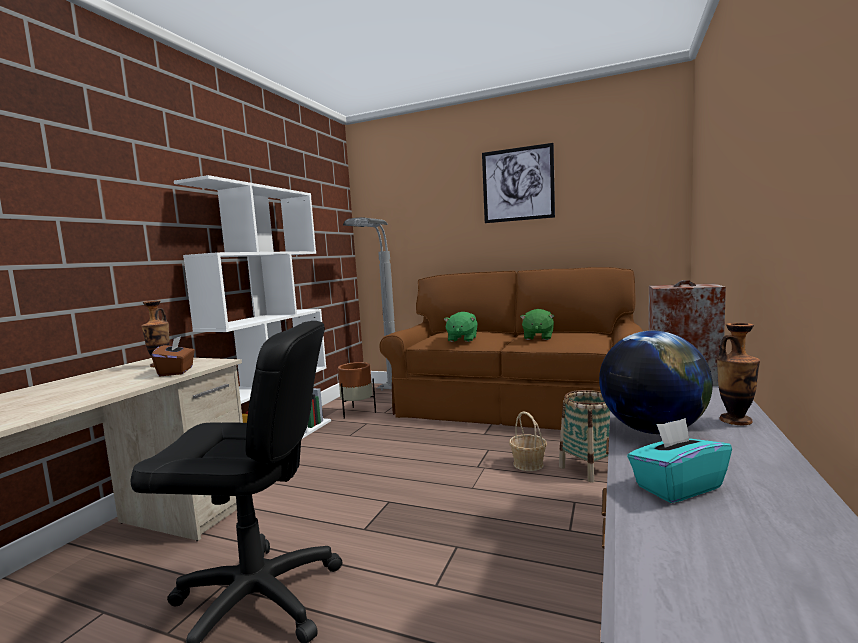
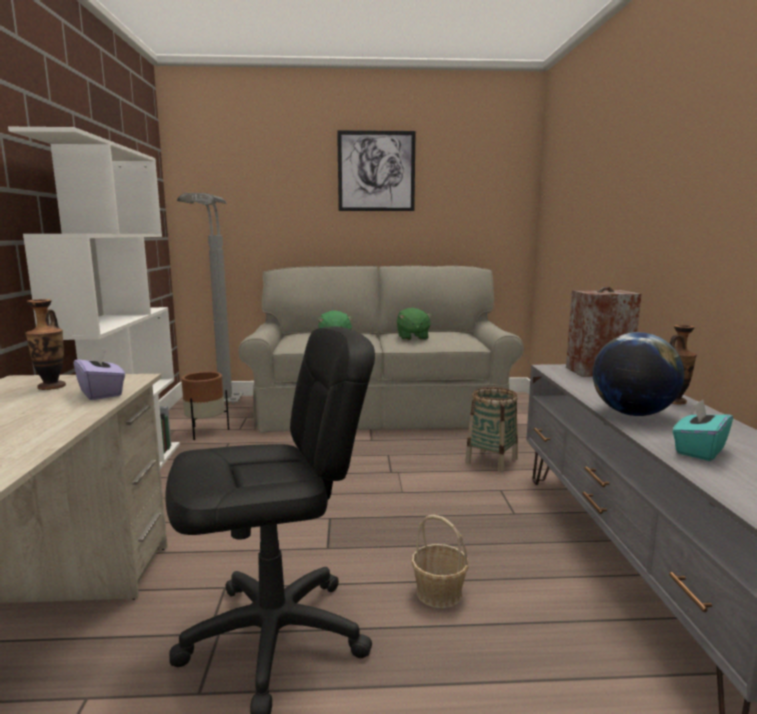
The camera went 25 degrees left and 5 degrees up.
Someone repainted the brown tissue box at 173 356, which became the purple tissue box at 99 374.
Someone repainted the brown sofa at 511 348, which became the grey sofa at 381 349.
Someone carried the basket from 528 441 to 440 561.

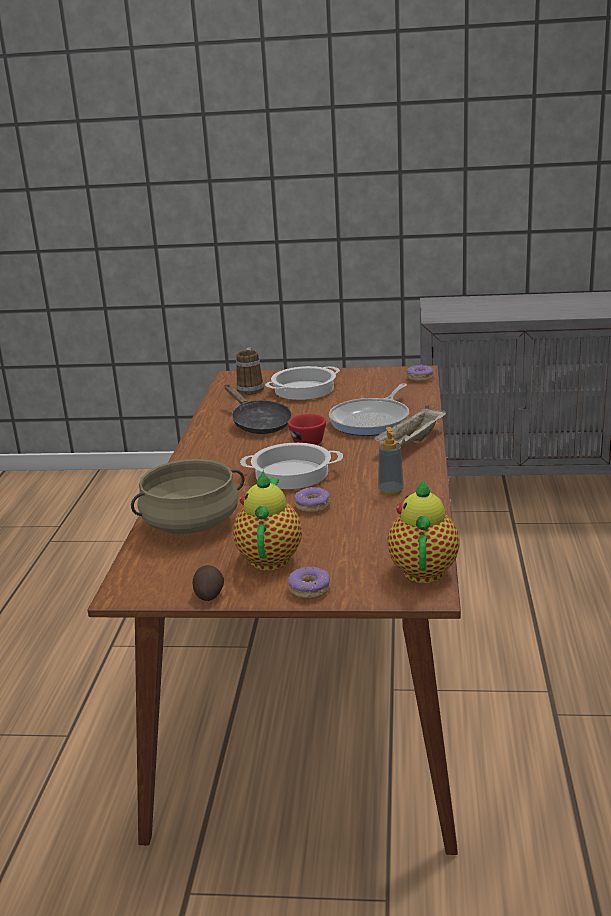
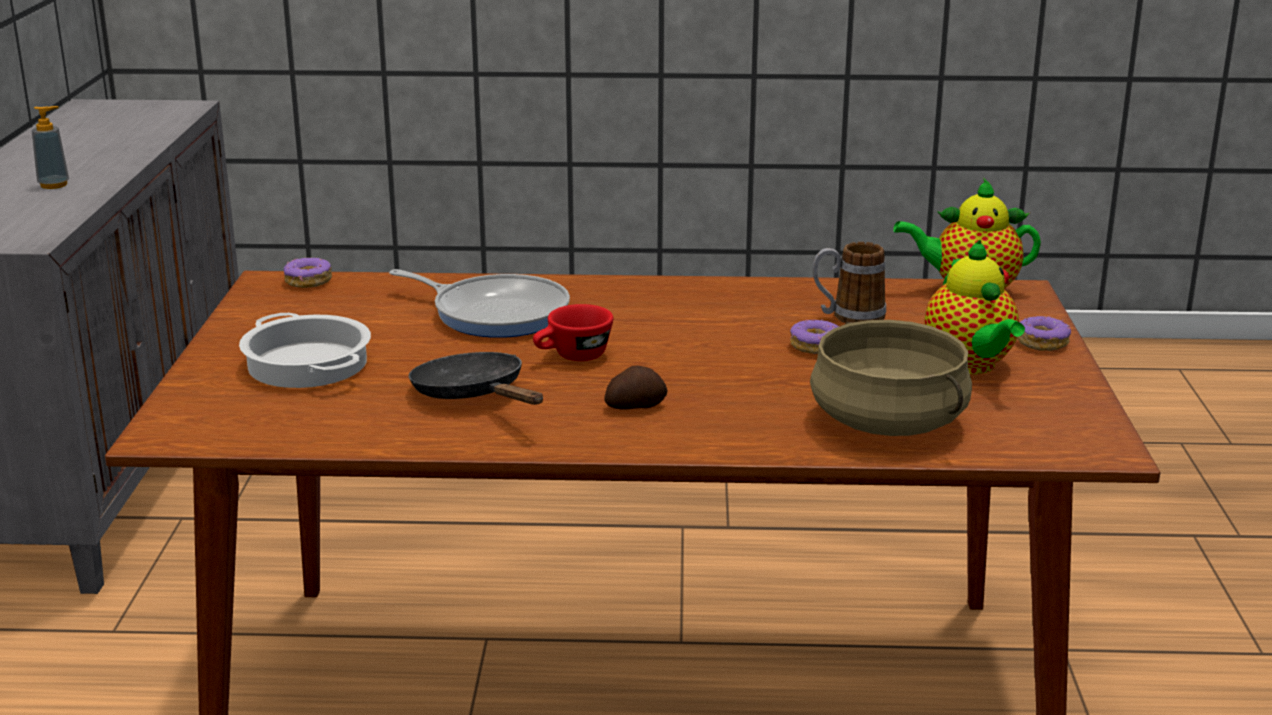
The camera went 95 degrees left and 0 degrees up.
Someone carried the soap dispenser from 391 461 to 50 147.
Someone rotated the black frying pan at 258 409 by 90 degrees counterclockwise.
Someone carried the potato from 208 583 to 636 387.
Someone carried the mug from 250 371 to 849 282.
Someone rotated the teapot at 267 520 by 105 degrees counterclockwise.
Someone took away the cooking pot at 291 466.
Someone took away the beige tray at 410 425.

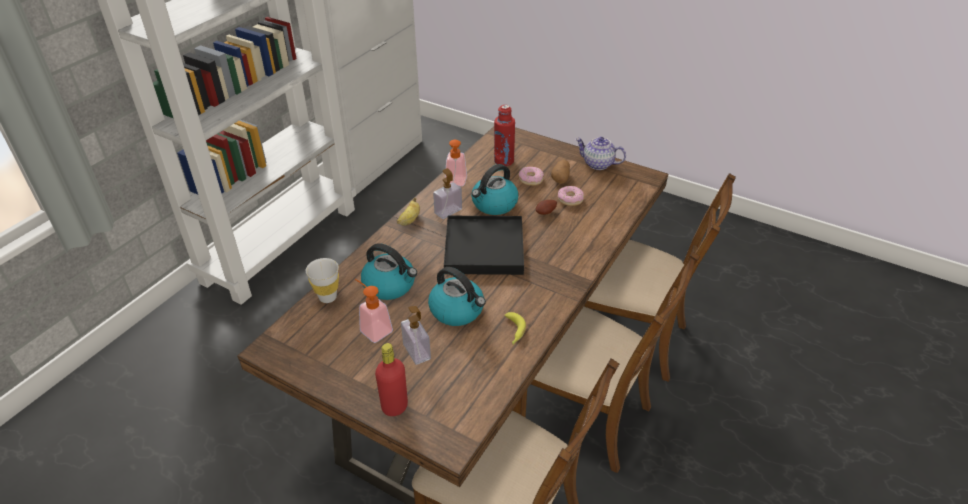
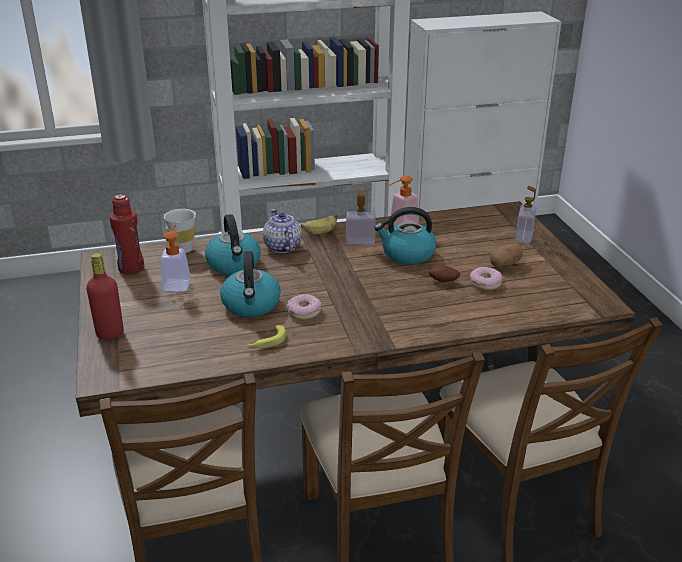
The camera went 45 degrees right and 10 degrees down.
Someone carried the red bottle from 504 135 to 126 234.
Someone carried the teapot from 600 153 to 282 231.
Someone carried the donut from 531 176 to 304 307.
Someone carried the soap dispenser from 416 335 to 525 215.
Someone took away the black tray at 484 245.

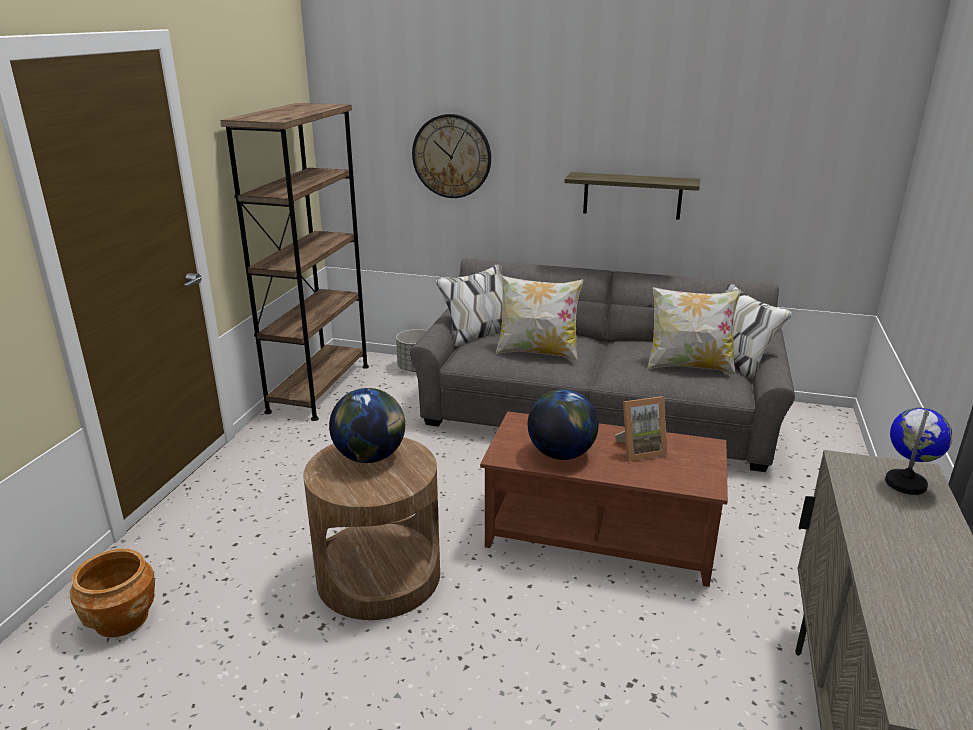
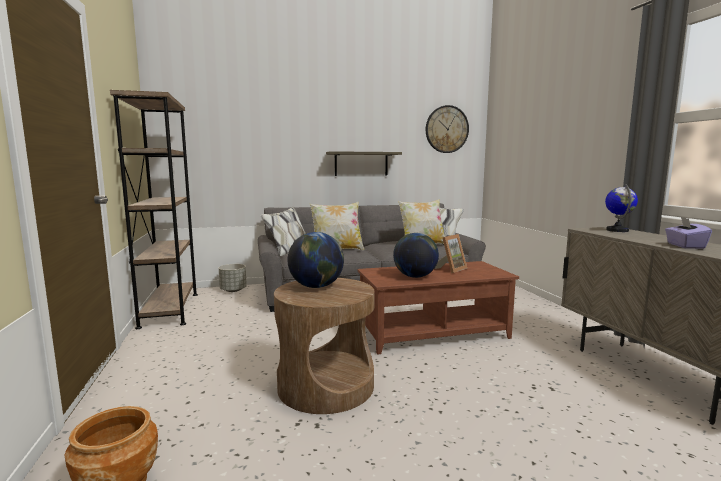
The camera went 30 degrees left and 15 degrees down.
Someone carried the wall clock from 451 156 to 447 129.
Someone put down the purple tissue box at 688 233.

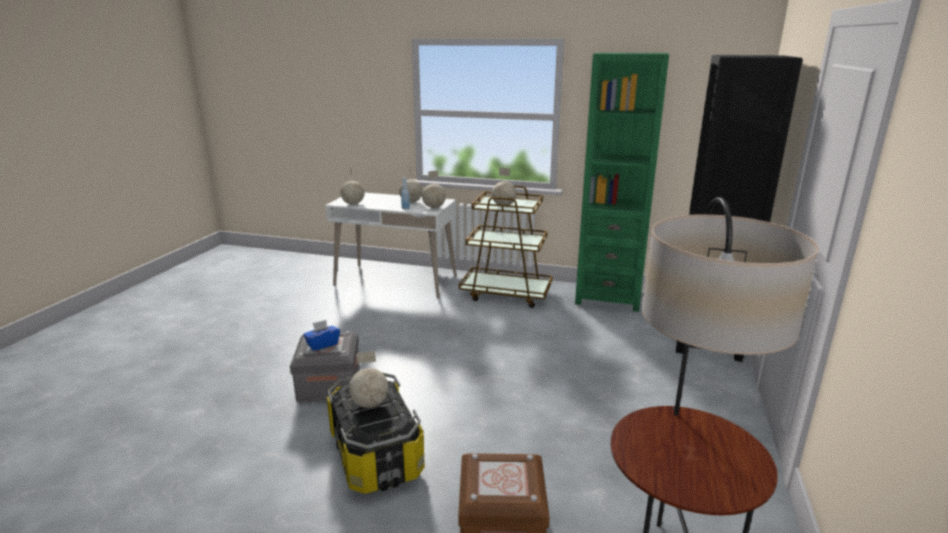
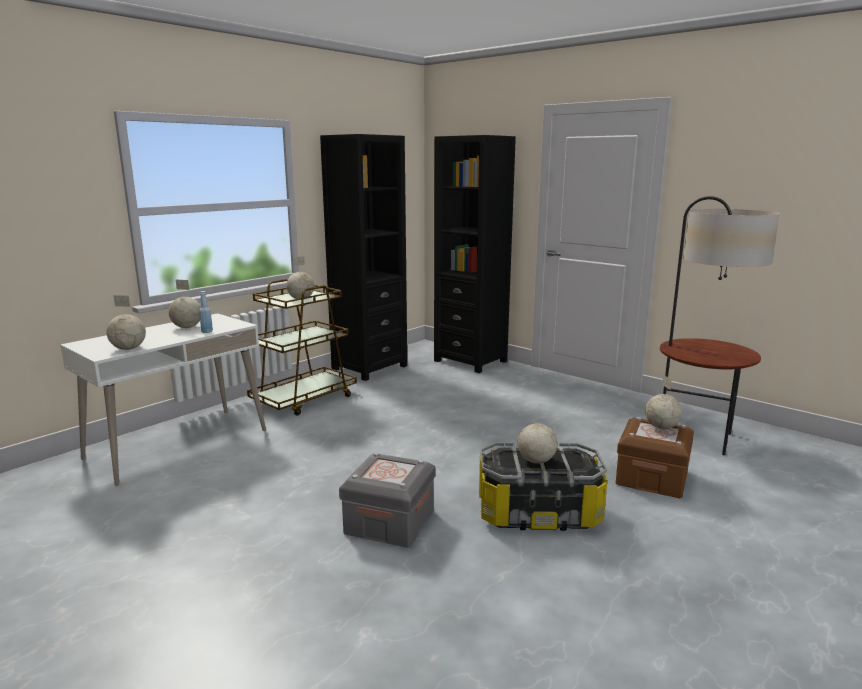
The camera went 65 degrees left and 5 degrees down.
Someone repainted the green bookcase at 622 182, which became the black bookcase at 363 257.
Someone carried the globe from 434 189 to 663 402.
Someone took away the blue tissue box at 321 335.

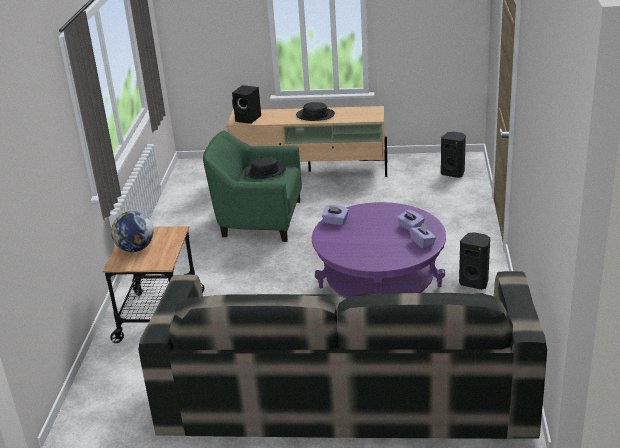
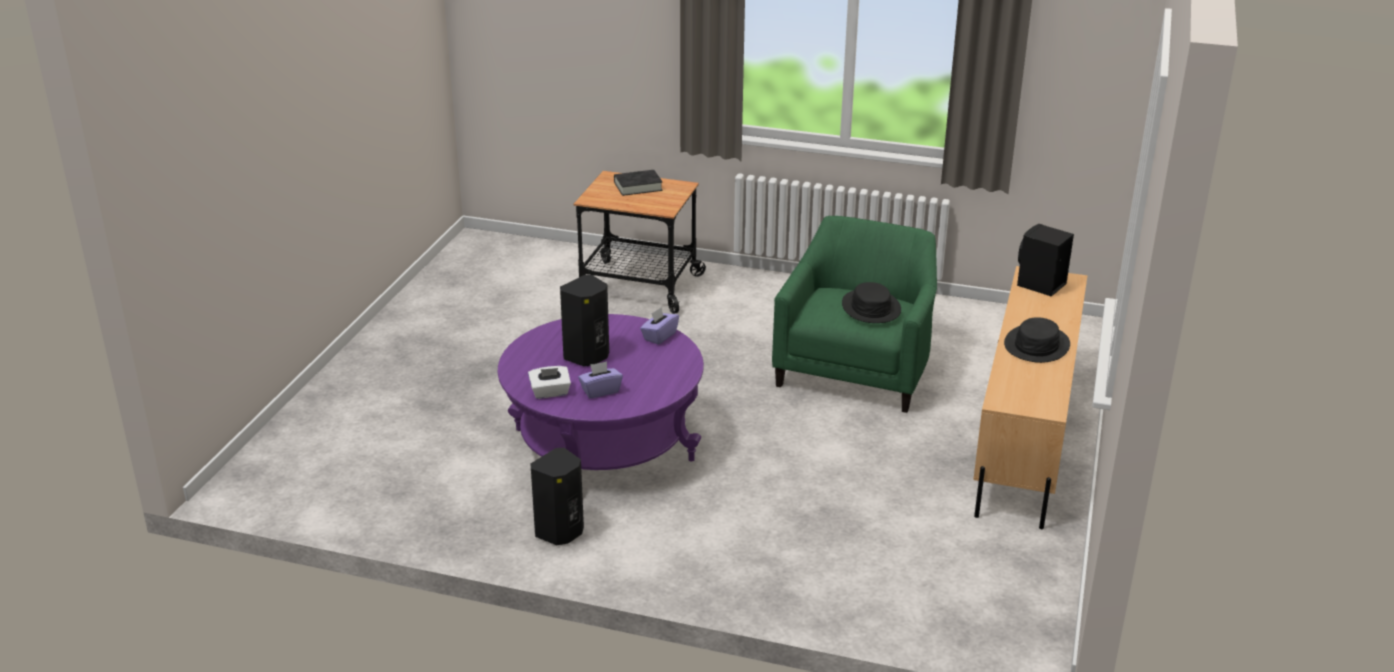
The camera went 100 degrees right and 0 degrees up.
Someone repainted the purple tissue box at 422 236, which became the white tissue box at 549 382.
Someone carried the black speaker from 453 155 to 584 320.
Someone swapped the globe at 132 231 for the black book at 638 183.
Someone took away the sofa at 342 355.

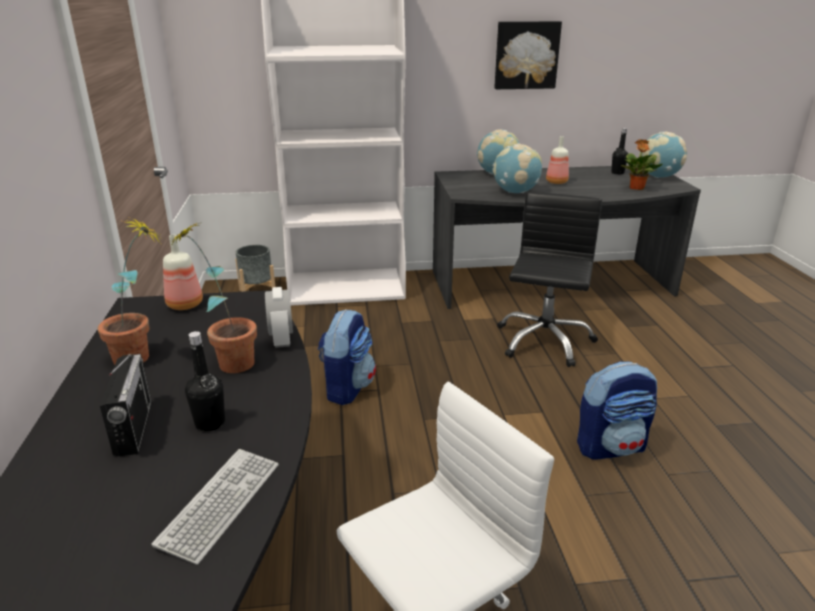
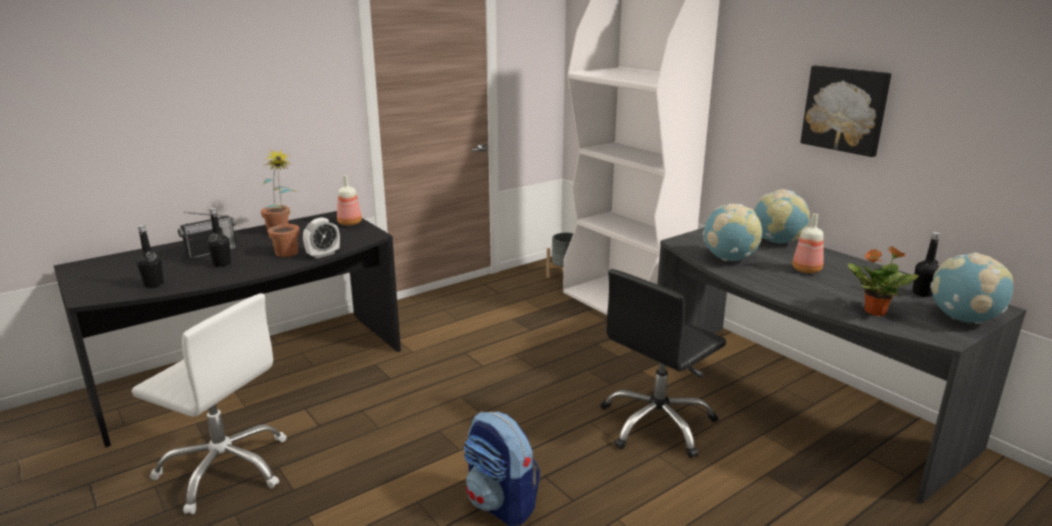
The camera went 60 degrees right and 5 degrees down.
Someone swapped the keyboard at 215 507 for the black bottle at 150 256.
Someone rotated the black office chair at 549 279 by 150 degrees clockwise.
Someone took away the backpack at 347 357.

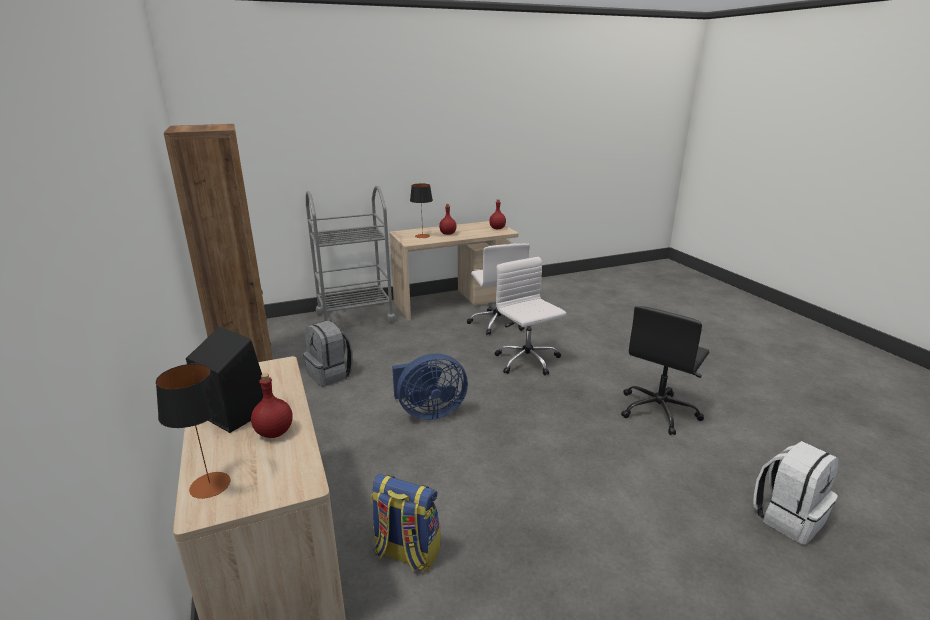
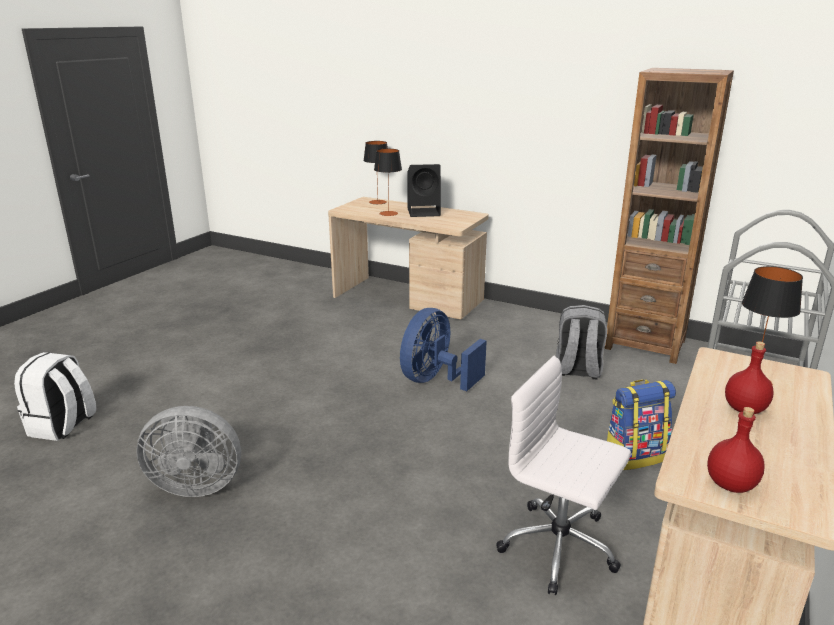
The camera went 140 degrees right and 0 degrees up.
Someone swapped the black office chair at 665 370 for the grey fan at 188 451.
Someone swapped the red bottle at 272 405 for the table lamp at 388 182.
Someone carried the backpack from 405 523 to 641 424.
Someone took away the white office chair at 530 316.

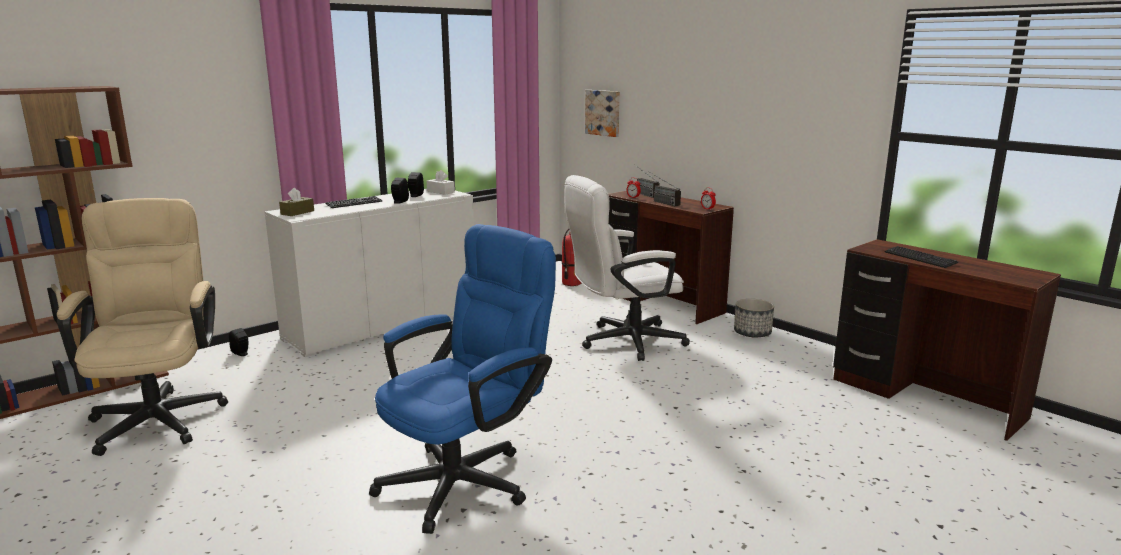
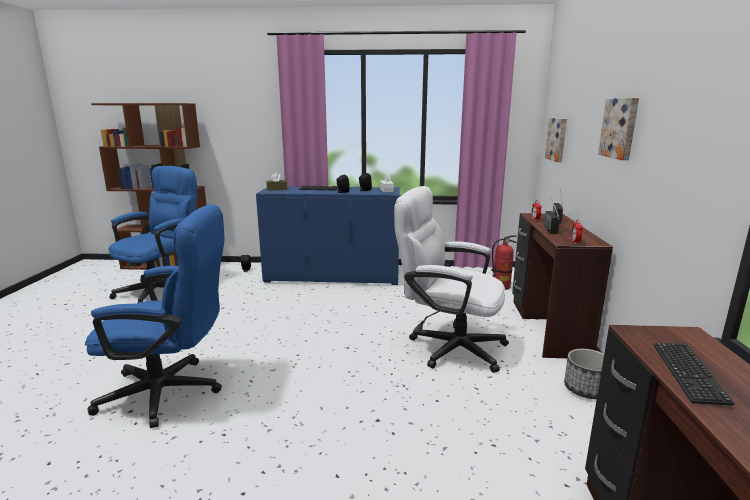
The camera went 45 degrees right and 0 degrees up.
Someone repainted the beige office chair at 142 327, which became the blue office chair at 152 234.
Someone repainted the white cabinet at 369 273, which became the blue cabinet at 328 235.
Someone put up the picture at 618 129.

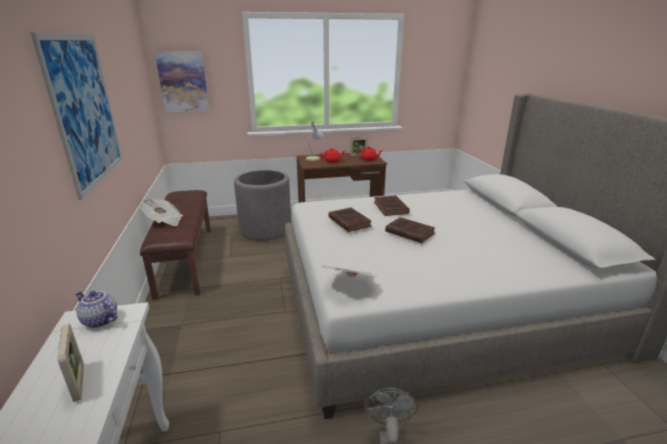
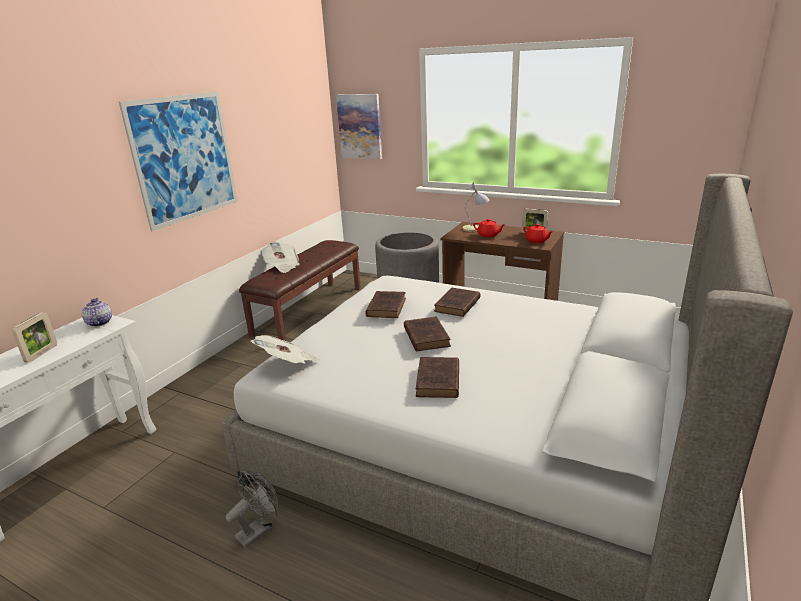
The camera went 40 degrees right and 0 degrees up.
Someone put down the brown book at 437 377.

